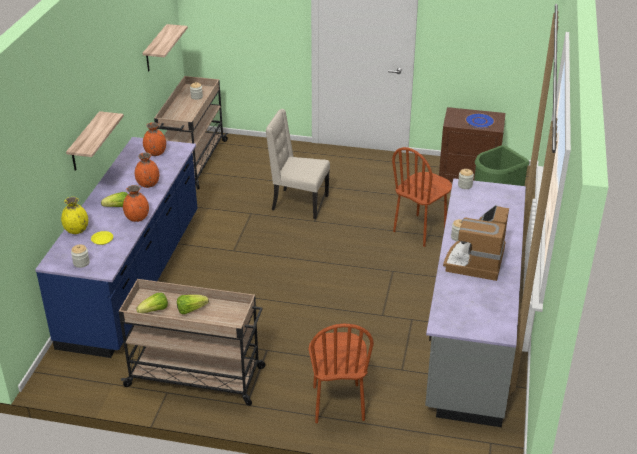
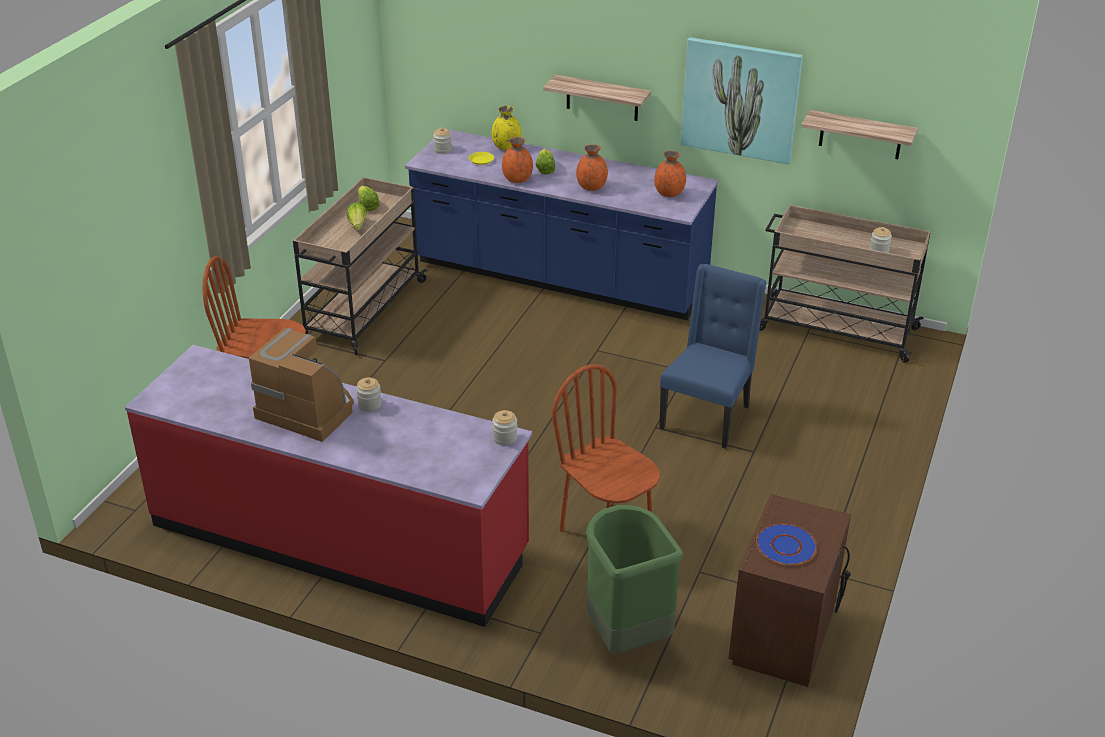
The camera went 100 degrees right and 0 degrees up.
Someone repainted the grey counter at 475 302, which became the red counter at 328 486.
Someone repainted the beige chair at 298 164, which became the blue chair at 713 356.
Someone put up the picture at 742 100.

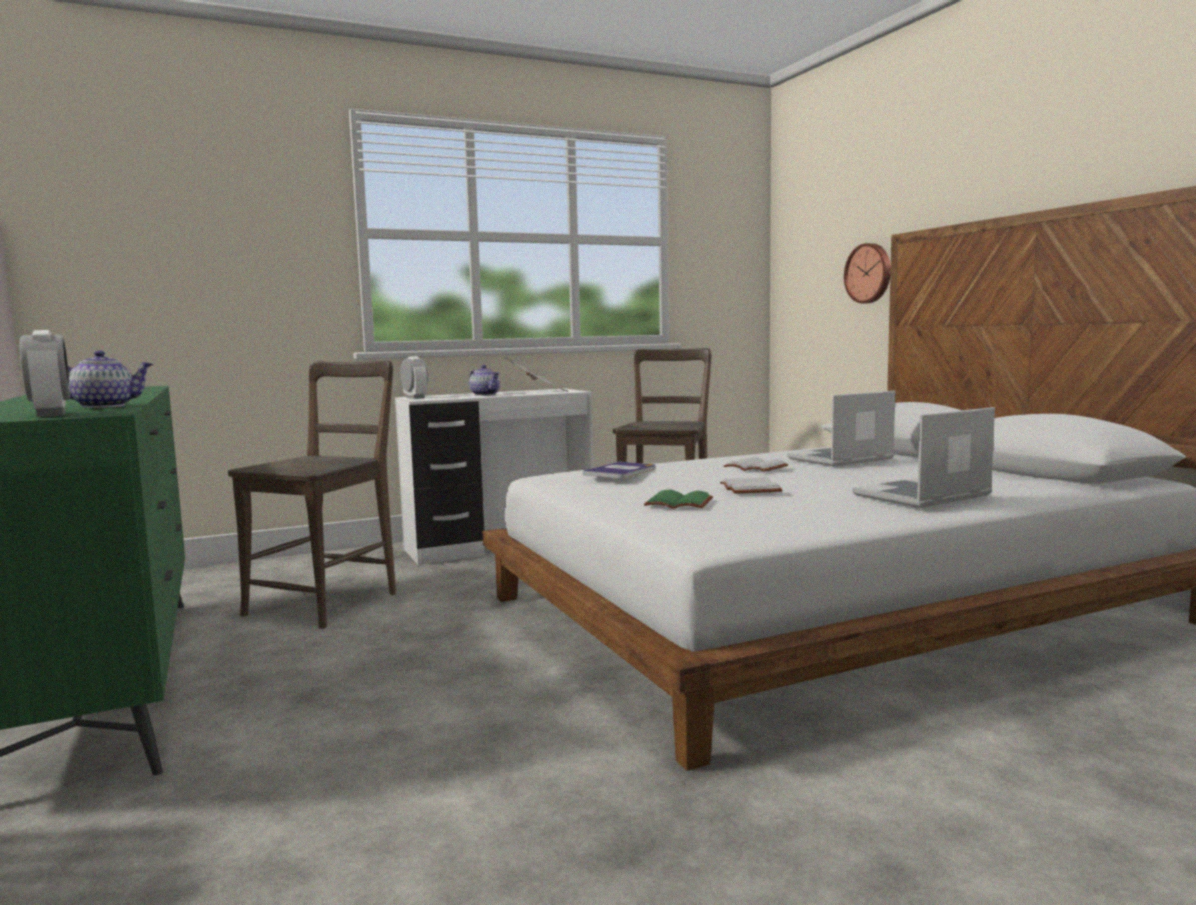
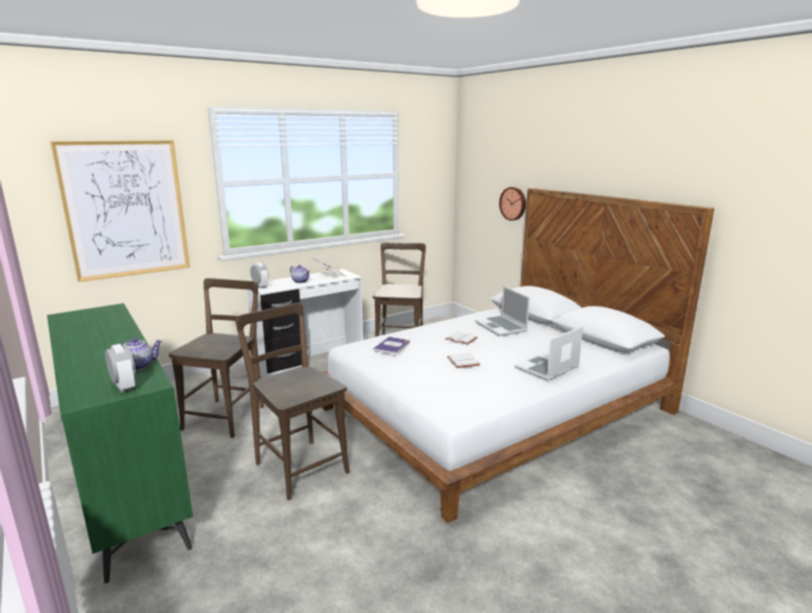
The camera went 10 degrees left and 10 degrees up.
Someone put up the picture at 120 211.
Someone put down the brown chair at 293 401.
Someone rotated the laptop at 841 429 by 75 degrees counterclockwise.
Someone took away the green book at 678 499.

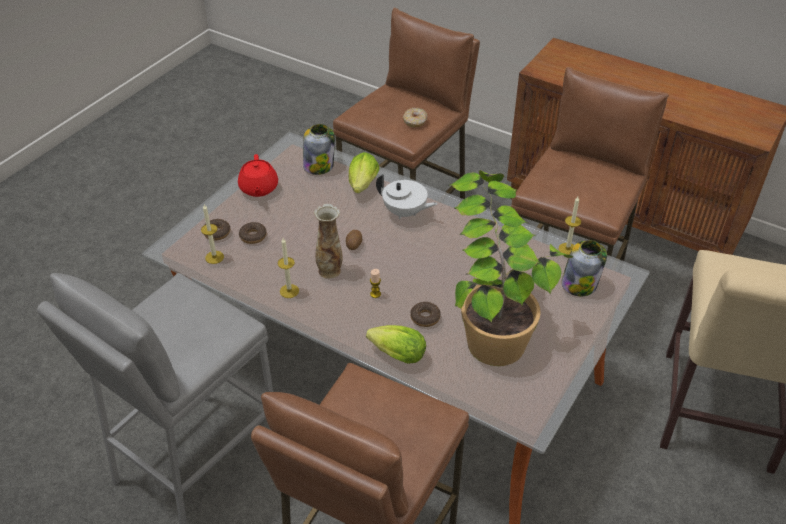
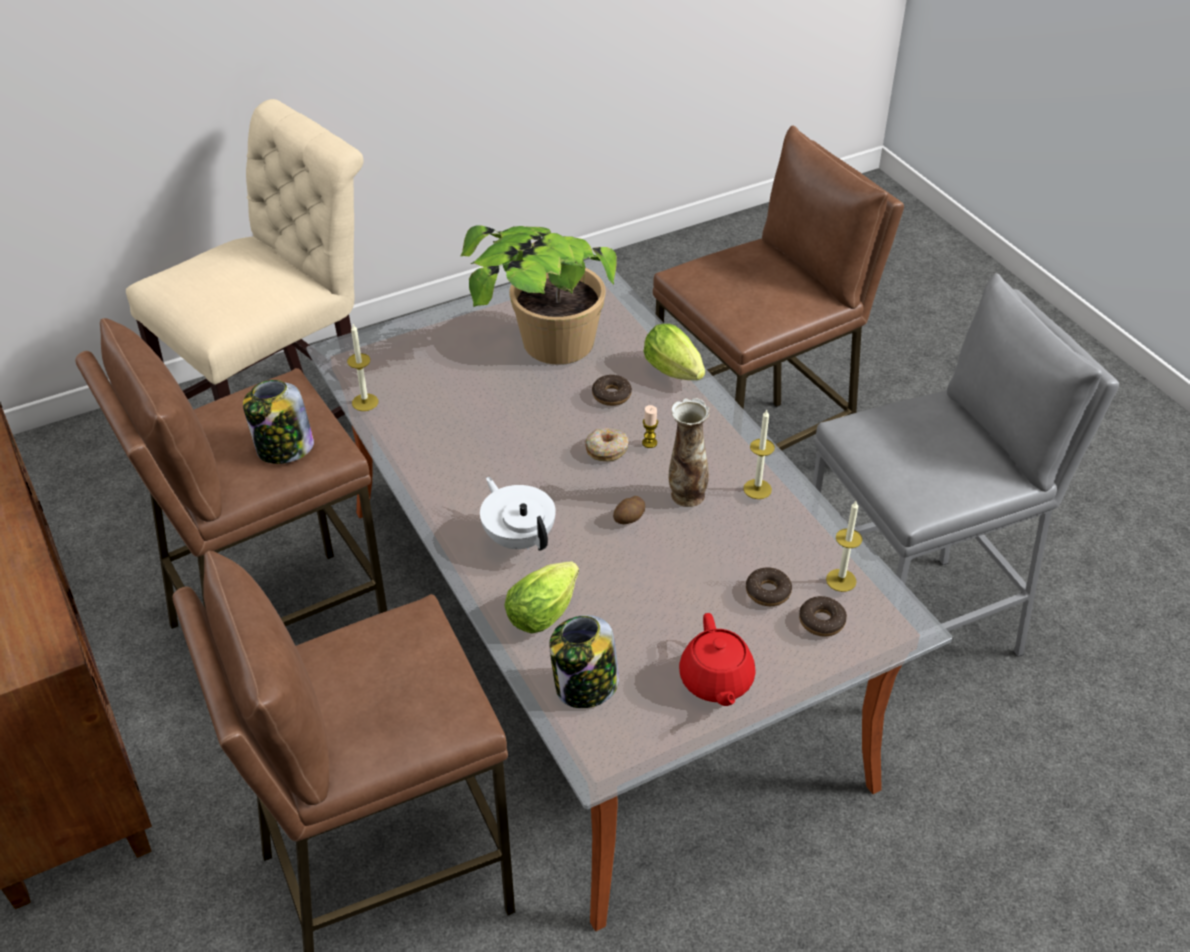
The camera went 150 degrees left and 0 degrees up.
Someone carried the jar from 584 268 to 278 422.
Someone carried the donut from 415 117 to 607 444.
Someone rotated the red teapot at 258 175 by 150 degrees clockwise.

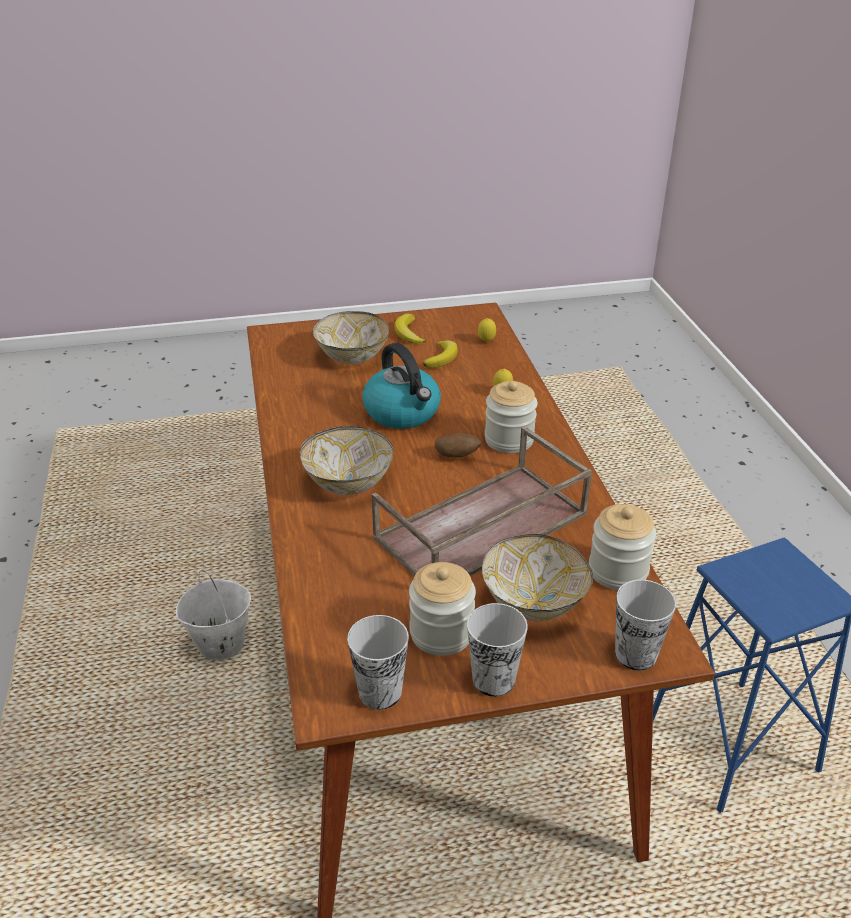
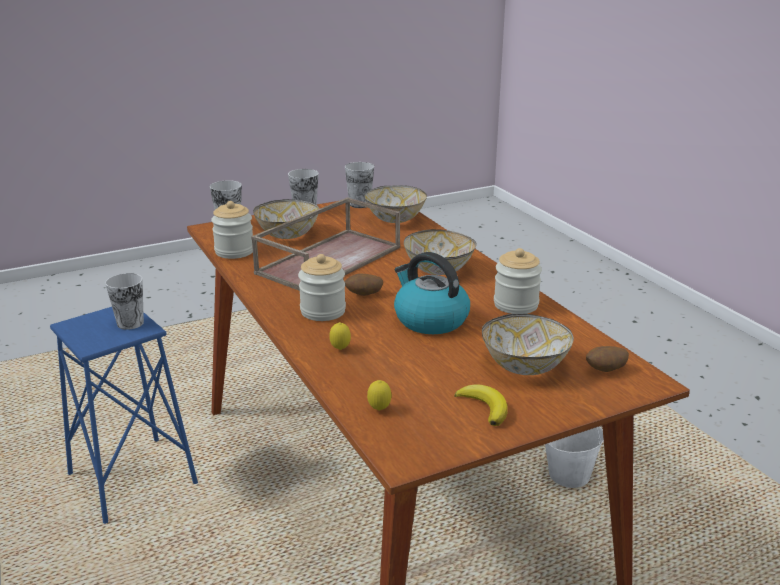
The camera went 165 degrees right and 10 degrees down.
Someone put down the cup at 124 301.
Someone put down the bowl at 395 204.
Someone carried the jar from 442 609 to 518 281.
Someone put down the potato at 607 359.
Someone took away the banana at 440 354.

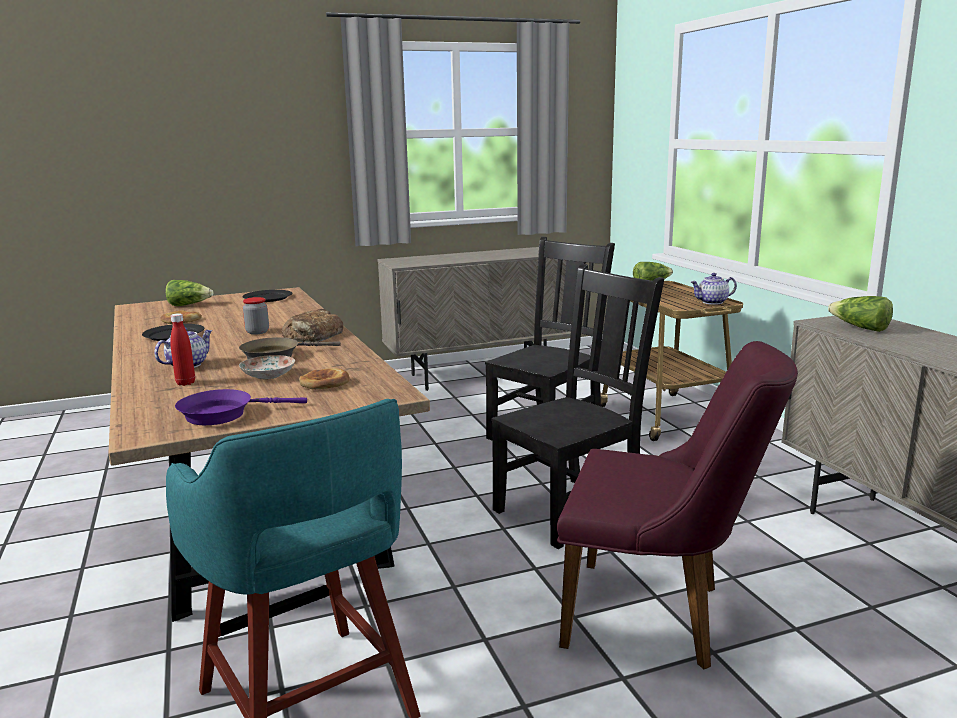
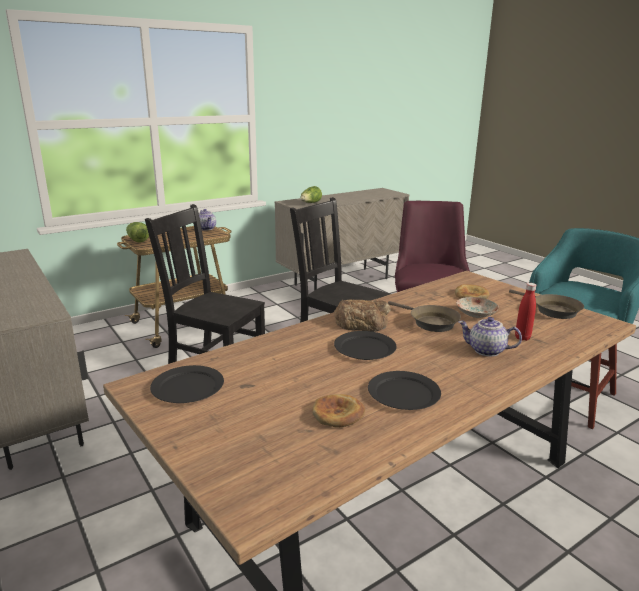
The camera went 105 degrees left and 5 degrees up.
Someone swapped the jar at 256 316 for the black plate at 365 345.
Someone repainted the purple frying pan at 241 407, which became the brown frying pan at 546 304.
Someone took away the lettuce at 189 293.

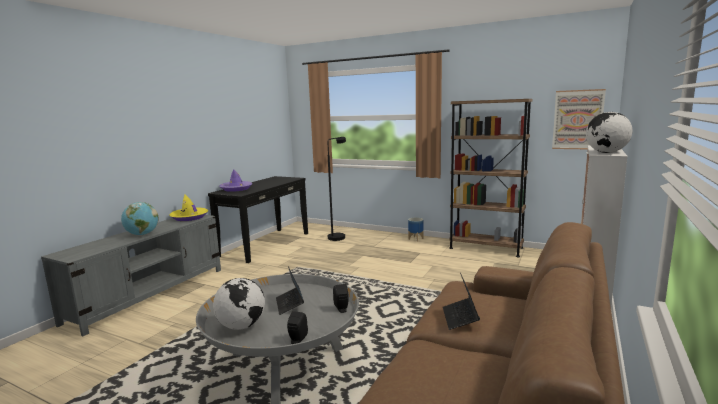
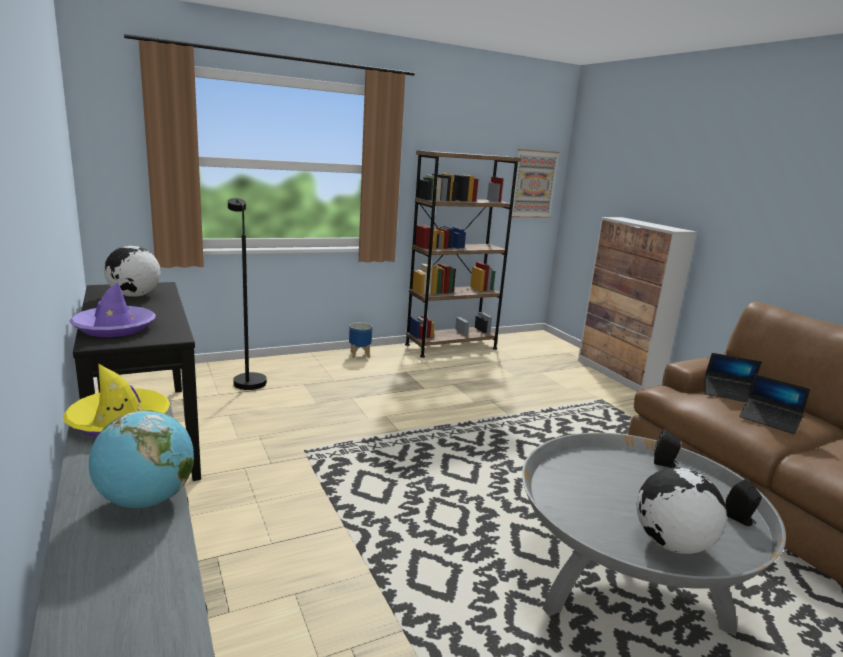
The camera went 55 degrees left and 5 degrees up.
Someone carried the globe from 609 132 to 132 271.
Someone carried the laptop from 290 290 to 733 377.

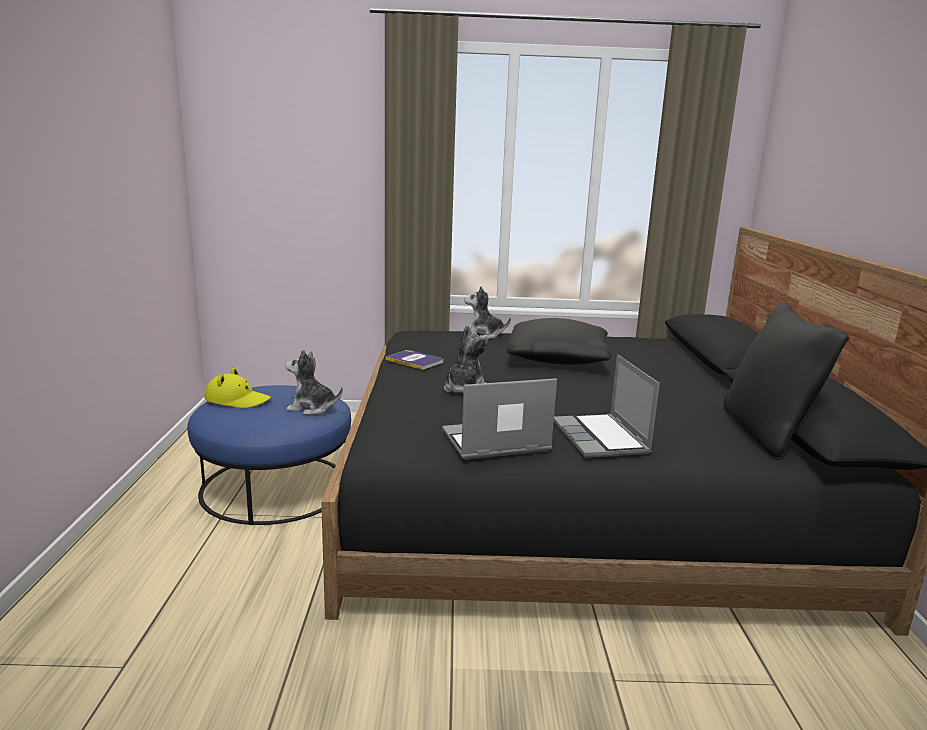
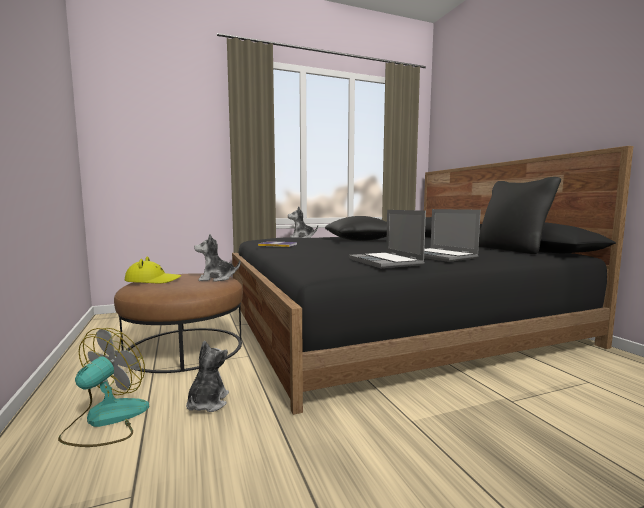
The camera went 20 degrees left and 10 degrees down.
Someone put down the fan at 103 387.
Someone repainted the blue ottoman at 269 455, which became the brown ottoman at 178 323.
Someone carried the plush toy from 466 359 to 207 376.
Someone rotated the laptop at 499 419 by 75 degrees counterclockwise.

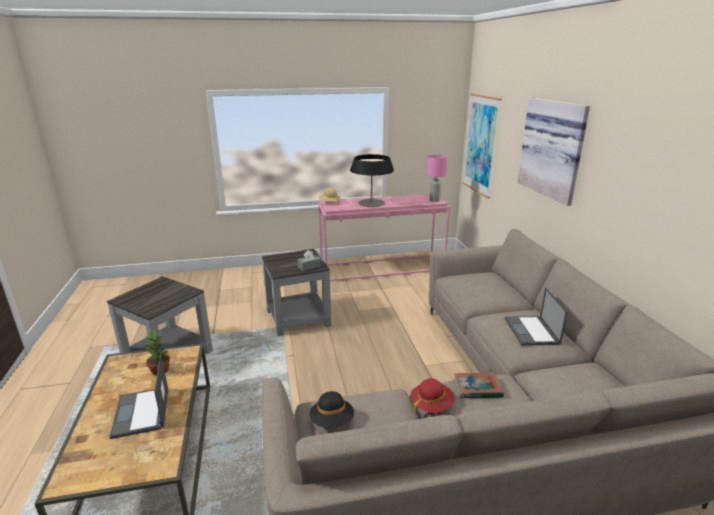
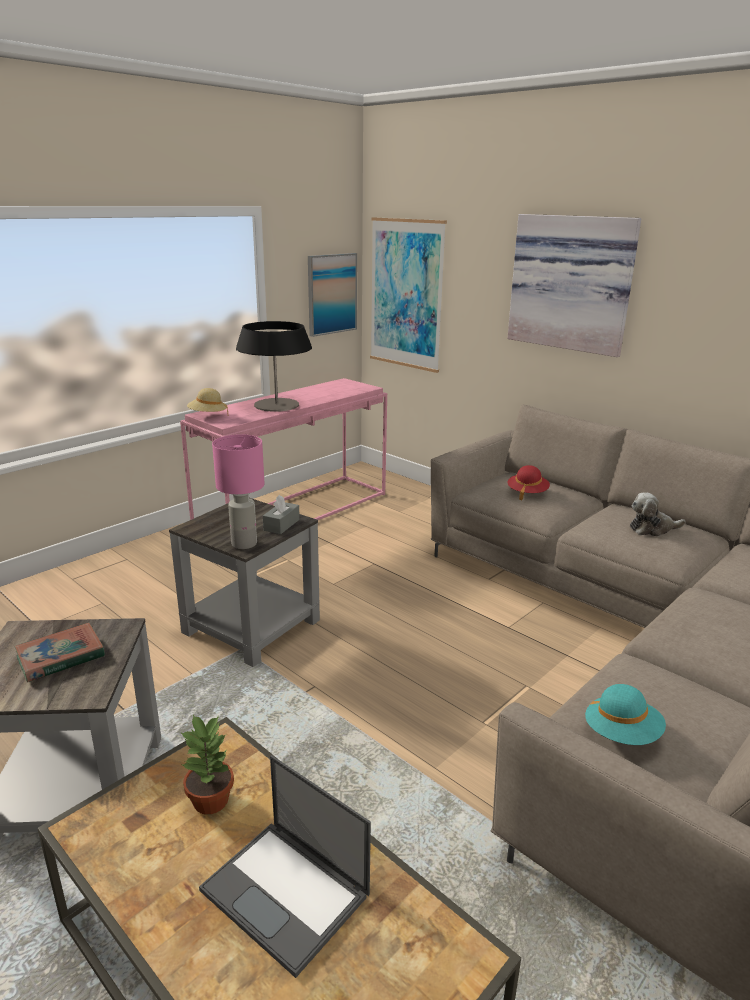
The camera went 35 degrees left and 0 degrees up.
Someone carried the book from 479 385 to 60 652.
Someone carried the pink table lamp from 437 178 to 238 491.
Someone put up the picture at 332 295.
Someone carried the red hat from 433 395 to 529 483.
Someone repainted the black hat at 332 409, which became the turquoise hat at 625 714.
Someone swapped the laptop at 536 316 for the plush toy at 658 515.

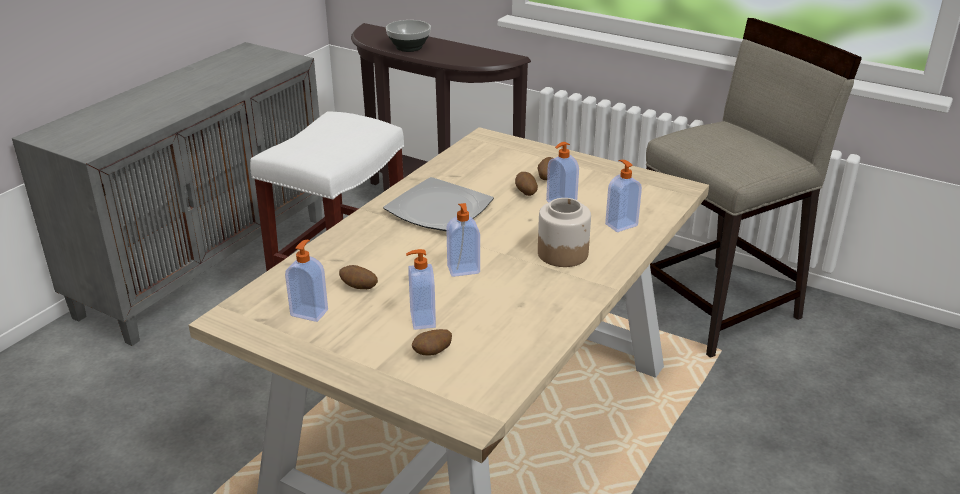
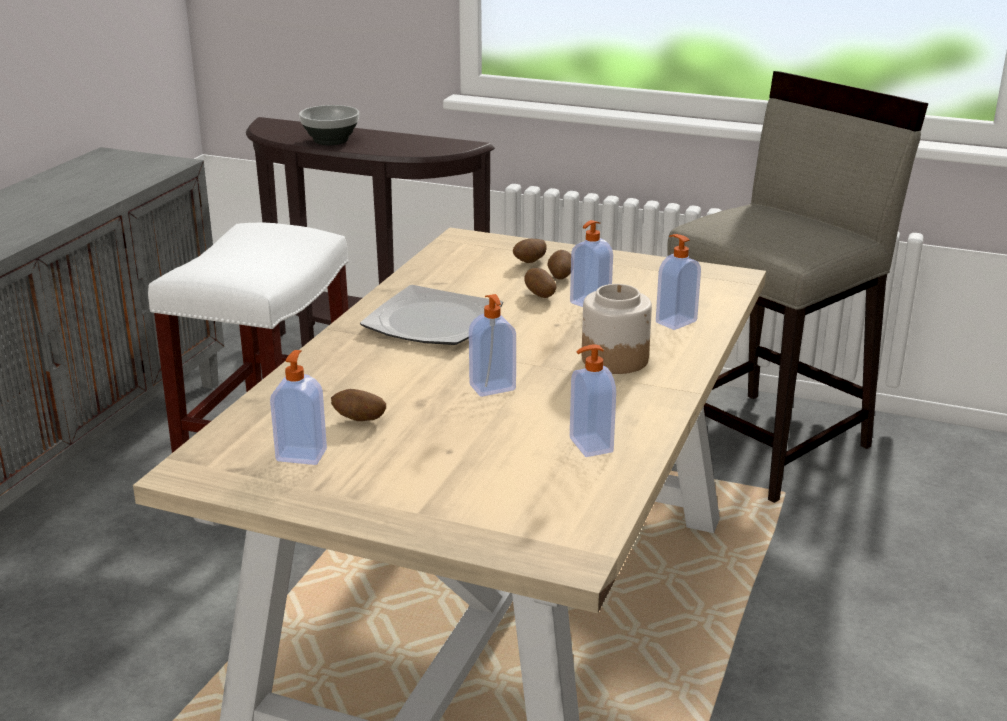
The camera went 10 degrees left and 5 degrees down.
Someone carried the potato from 432 342 to 530 251.
Someone carried the soap dispenser from 421 289 to 593 400.

